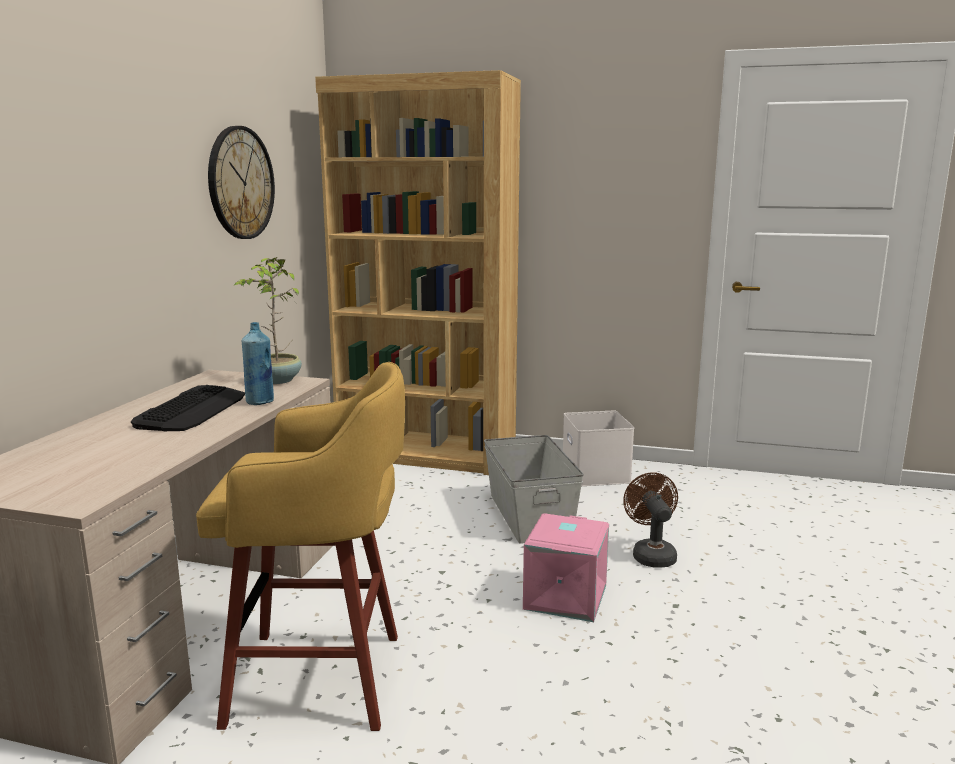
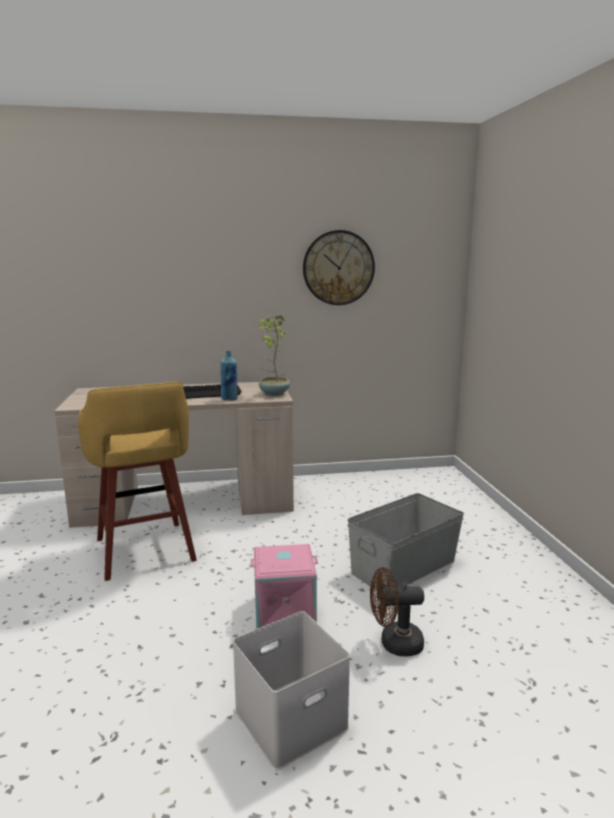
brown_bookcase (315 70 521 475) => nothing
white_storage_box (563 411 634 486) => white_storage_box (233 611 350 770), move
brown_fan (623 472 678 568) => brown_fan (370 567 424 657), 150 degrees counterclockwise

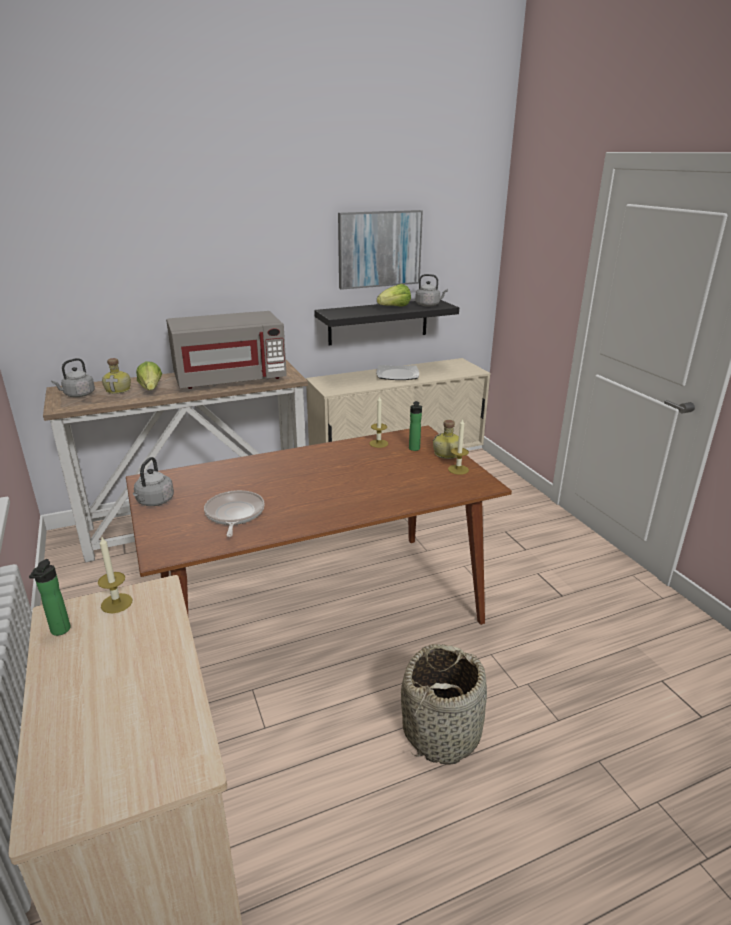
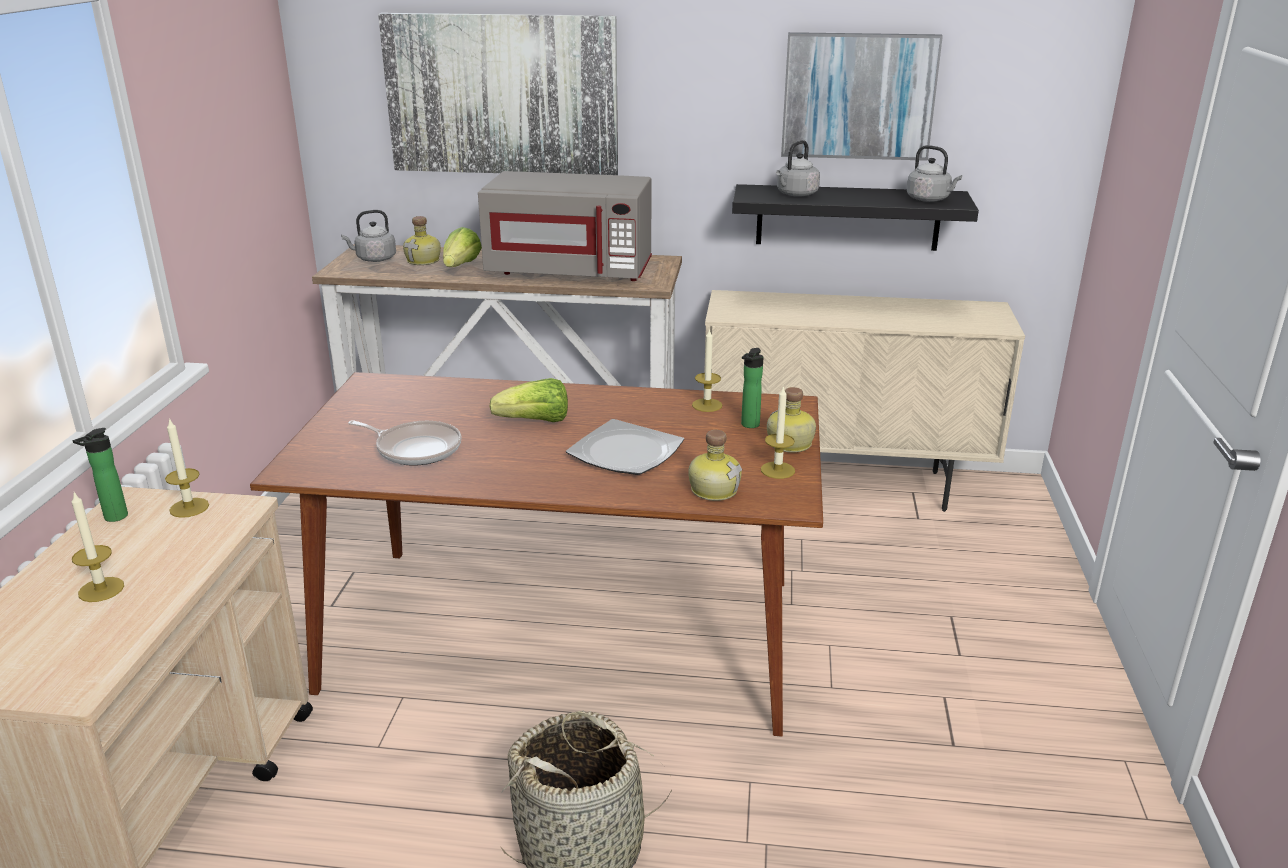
grey_kettle (133 457 174 506) => grey_kettle (776 140 820 197), move
frying_pan (204 490 265 537) => frying_pan (348 420 462 466), 90 degrees clockwise
plate (376 365 419 380) => plate (566 419 684 475), move
lettuce (377 284 411 306) => lettuce (489 378 568 422), move
nothing => candle (72 492 124 602)
nothing => picture (378 13 618 175)
nothing => bottle (688 430 742 501)

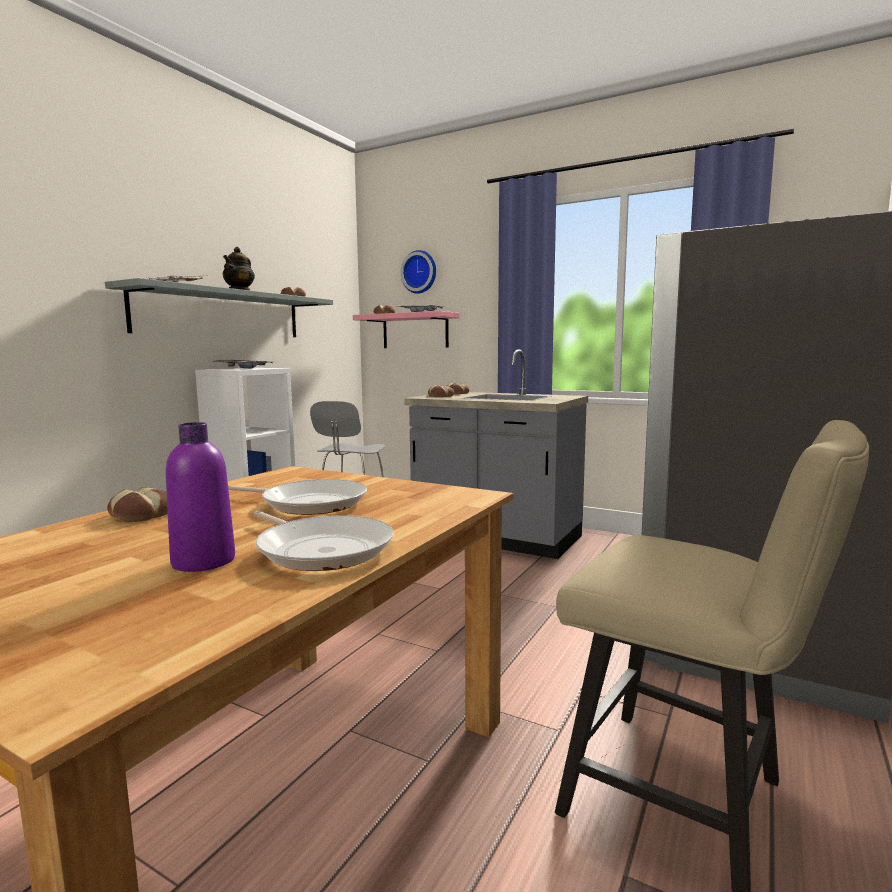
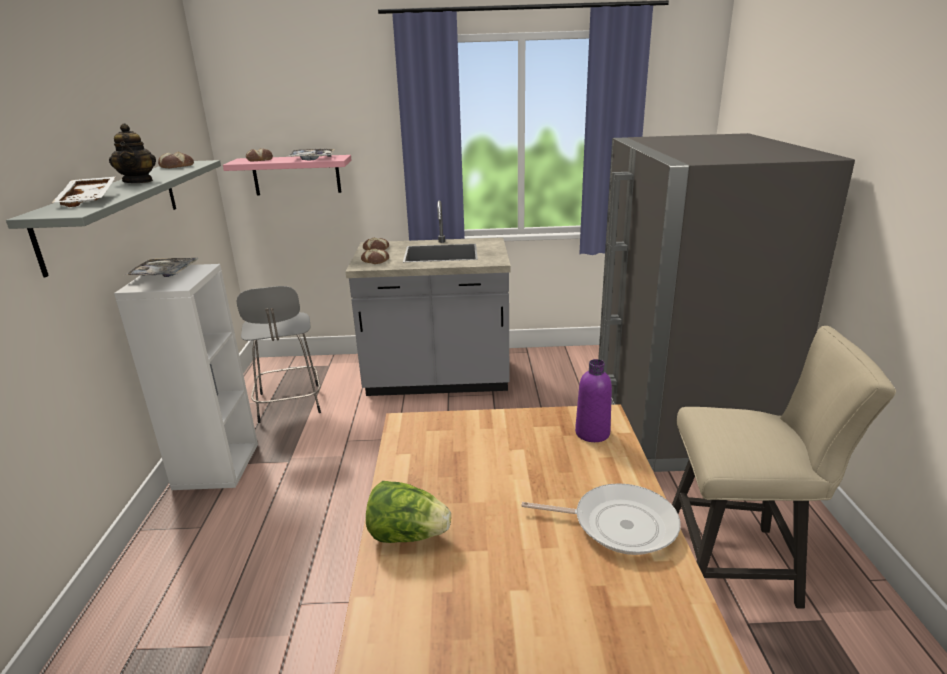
bread (107 487 168 522) => lettuce (366 481 451 543)
purple_bottle (166 422 235 572) => purple_bottle (575 359 612 442), move
frying_pan (228 479 367 515) => nothing
wall_clock (400 250 436 294) => nothing

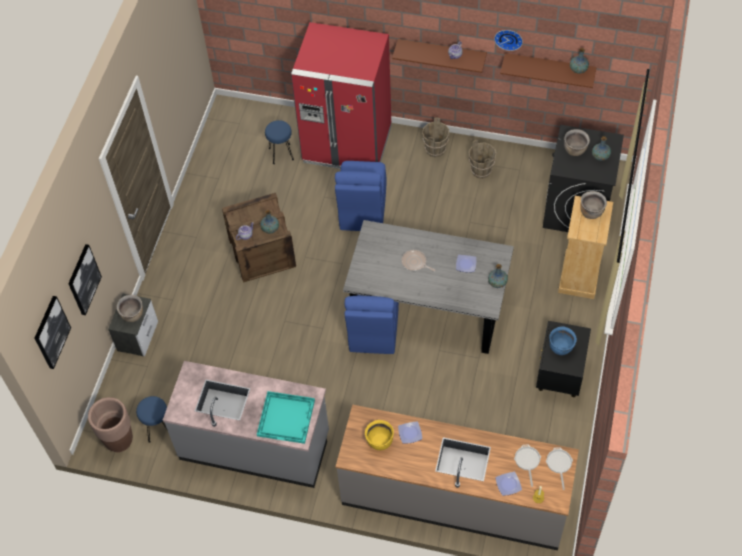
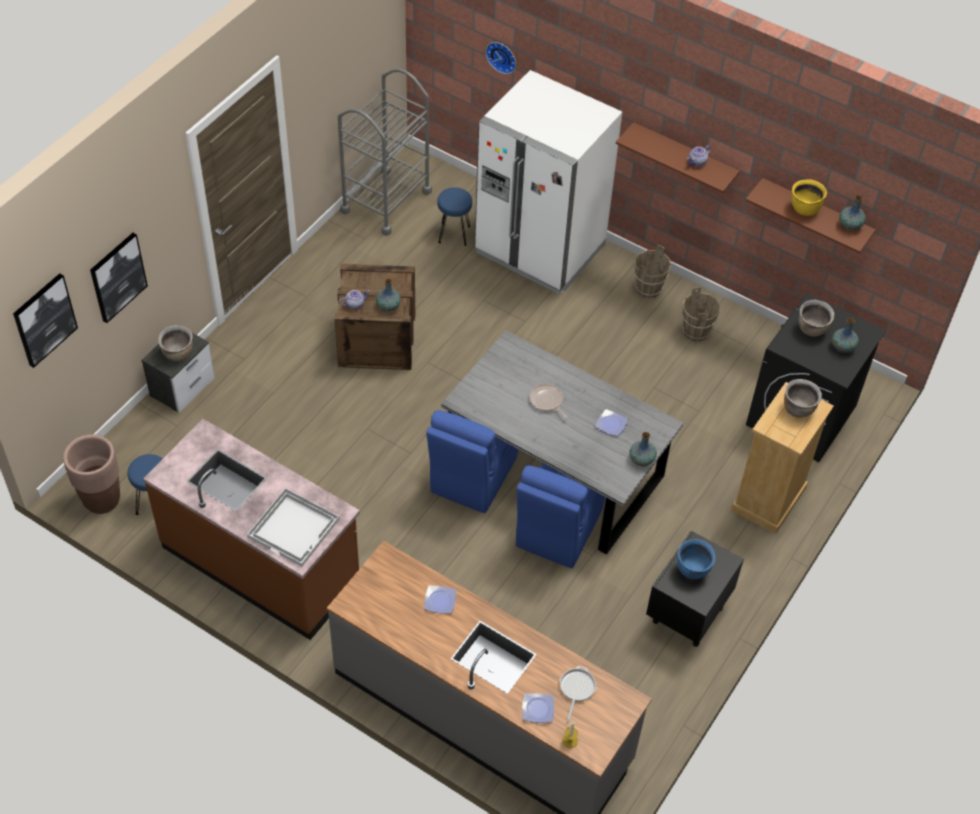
grey_counter (163 361 329 488) => brown_counter (143 419 360 640)
turquoise_tray (257 391 315 444) => white_tray (247 488 339 567)
red_fridge (291 22 392 169) => white_fridge (475 70 622 294)
blue_chair (335 161 386 231) => blue_chair (516 463 605 568), move
yellow_cooking_pot (365 420 394 450) => yellow_cooking_pot (791 179 827 216), move
wall_clock (494 30 523 51) => wall_clock (486 42 516 74), move
frying_pan (546 447 573 490) => nothing
nothing => grey_cart (338 69 432 236)

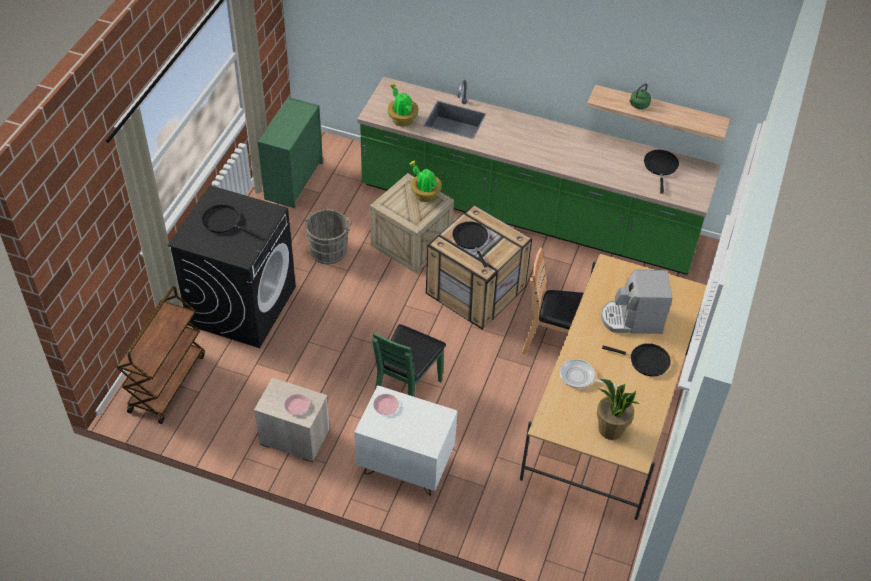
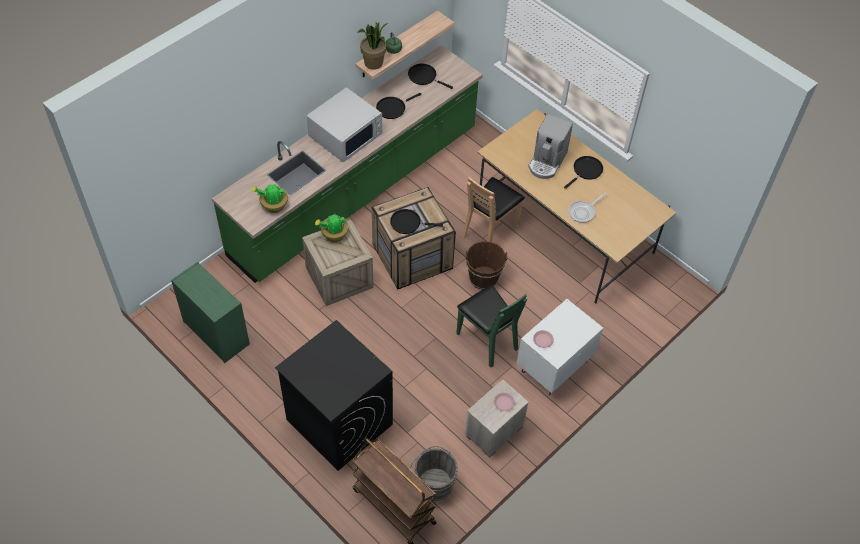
black_frying_pan (202 204 260 238) => black_frying_pan (376 93 421 119), move
grey_bucket (305 209 352 264) => grey_bucket (409 446 458 501), move
potted_plant (597 379 639 440) => potted_plant (357 22 388 70), move
nothing => white_microwave (307 87 382 163)
nothing => brown_bucket (466 241 507 290)

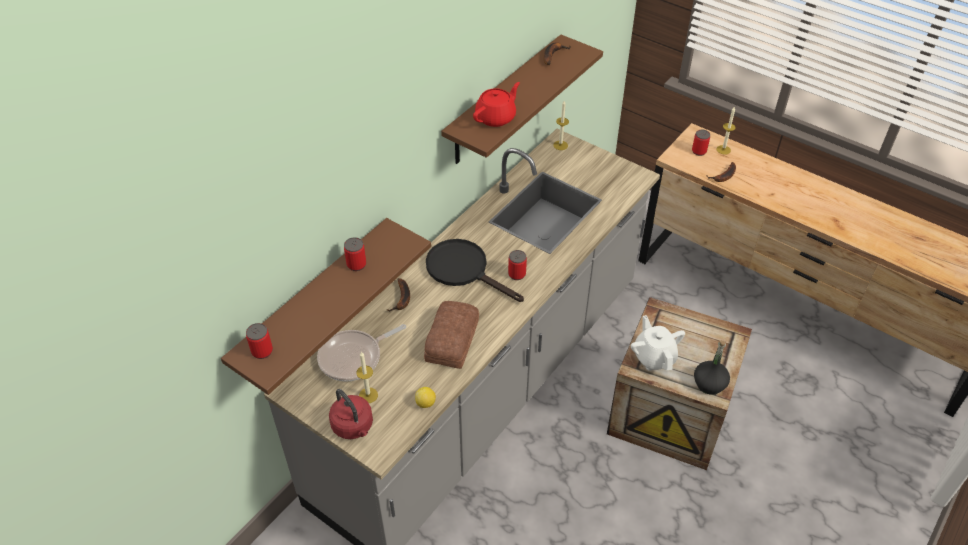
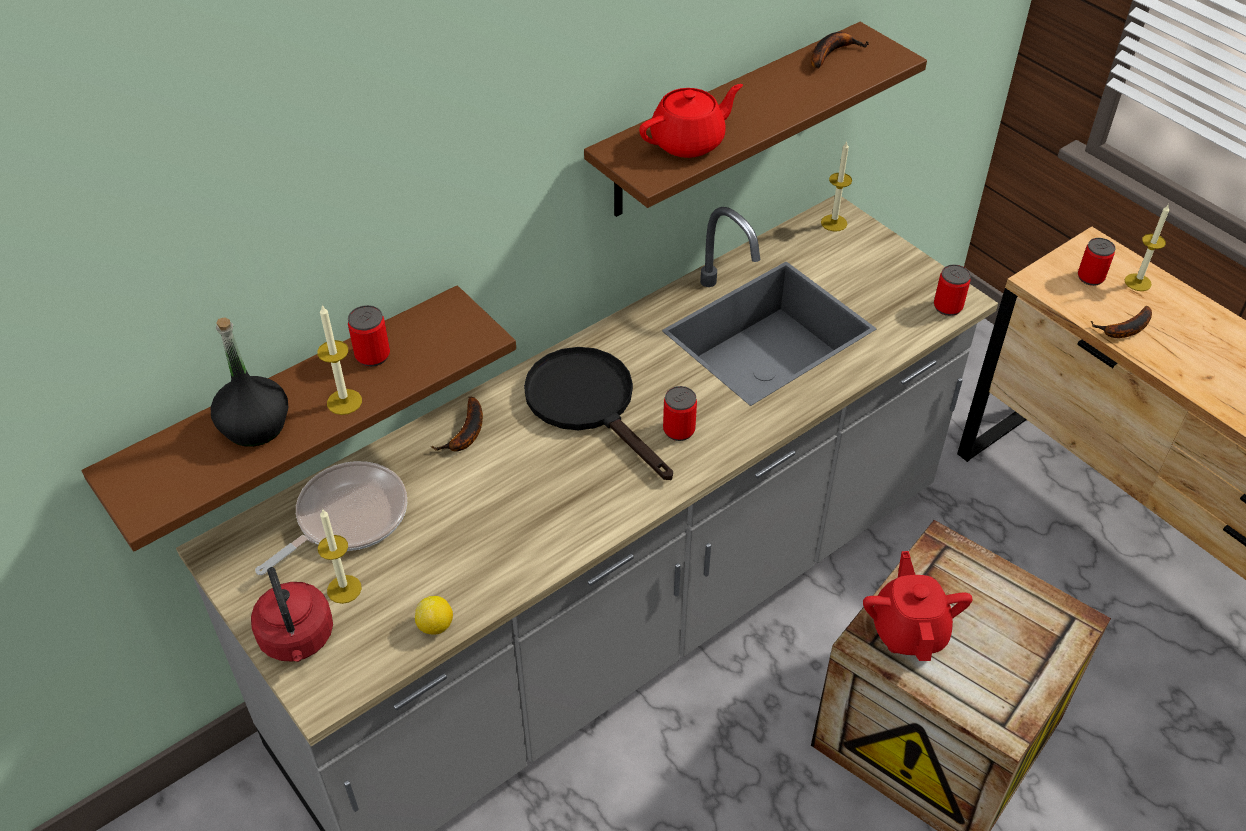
can (246 323 273 359) => can (934 265 971 316), move
frying_pan (317 324 406 382) => frying_pan (255 461 407 575), 150 degrees clockwise
bread (424 301 479 369) => nothing
white_teapot (631 315 685 371) => red_teapot (863 551 972 661)
black_bottle (694 340 730 395) => black_bottle (211 317 288 447), move
nothing => candle (317 305 362 415)

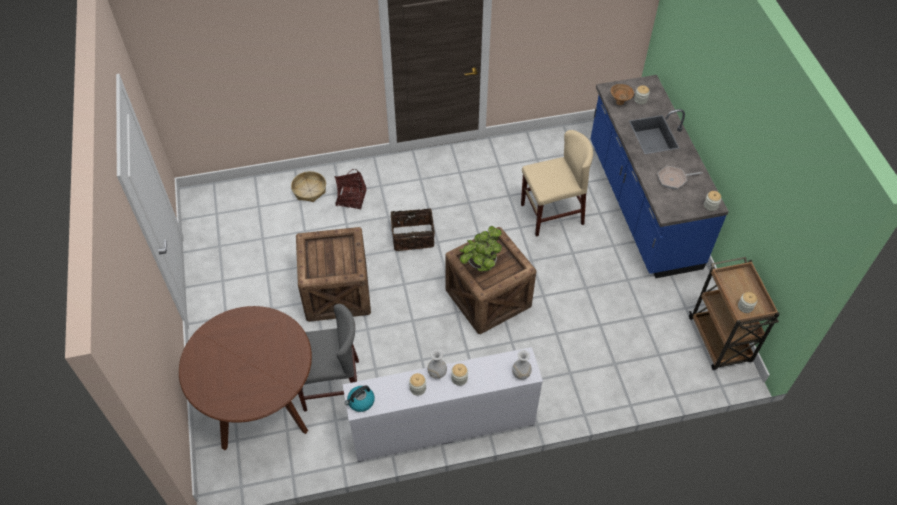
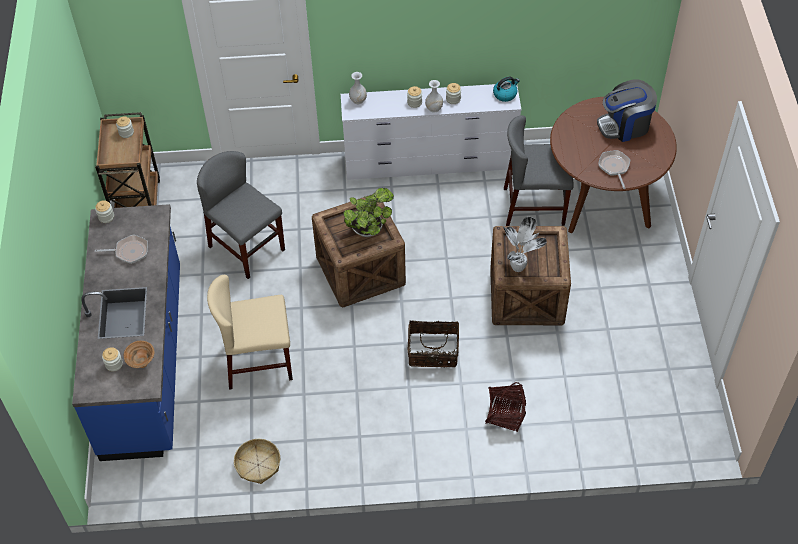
basket (291 171 326 202) => basket (234 439 280 484), move
nothing => grey_chair (197 151 285 279)
nothing => potted_plant (502 217 547 272)
nothing => coffee_machine (597 79 657 142)
nothing => frying_pan (598 150 630 189)

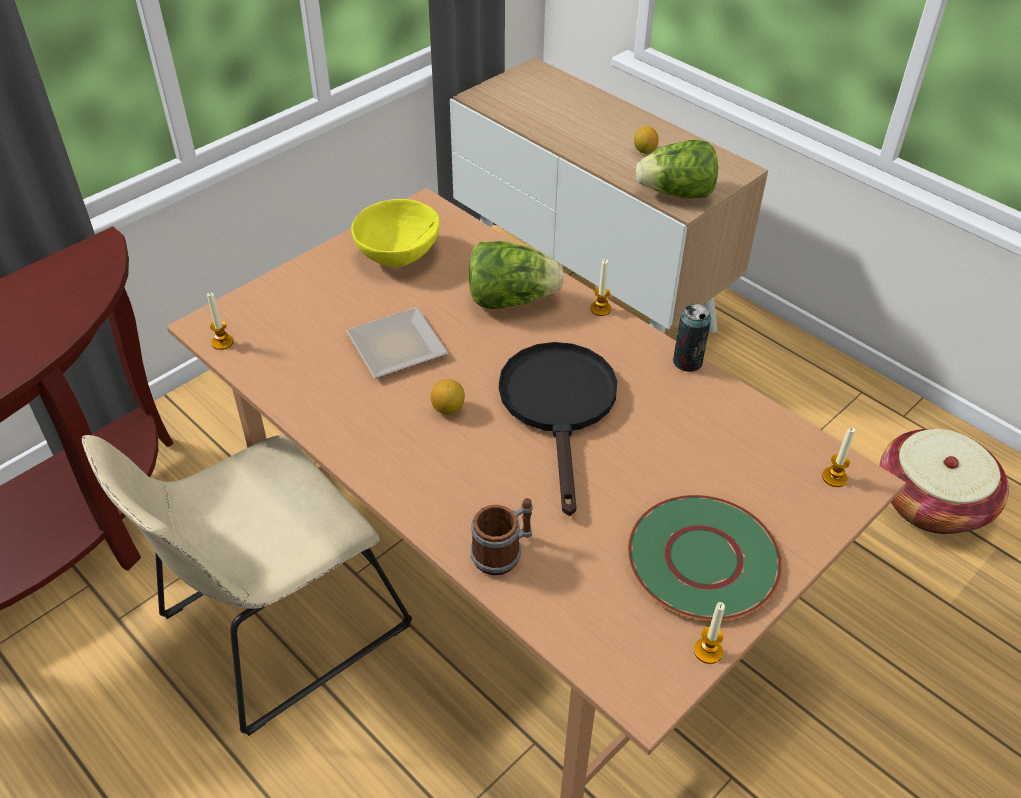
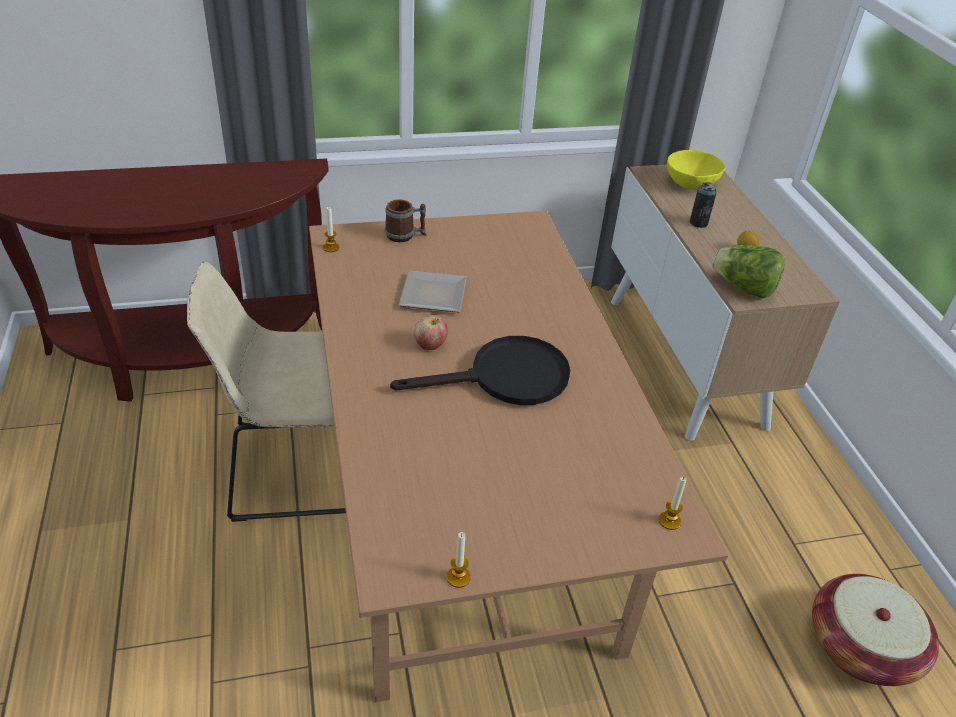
yellow_bowl (351 199 440 267) => yellow_bowl (667 150 726 189), move
lemon (431 379 465 415) => apple (414 315 448 350)
lettuce (468 241 564 309) => nothing
mug (470 498 533 575) => mug (385 199 426 242), move
black_frying_pan (499 342 617 516) => black_frying_pan (390 336 570 405), 45 degrees clockwise
candle (590 259 611 316) => nothing
green_plate (628 495 782 621) => nothing
can (673 303 711 372) => can (690 183 717 228), move

